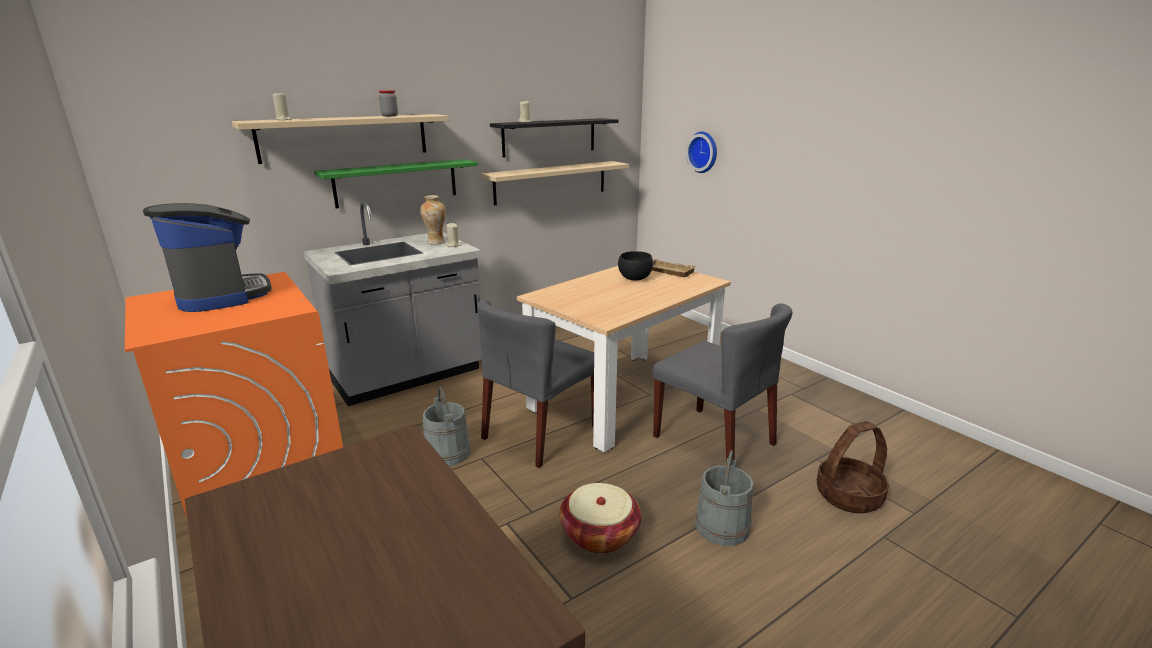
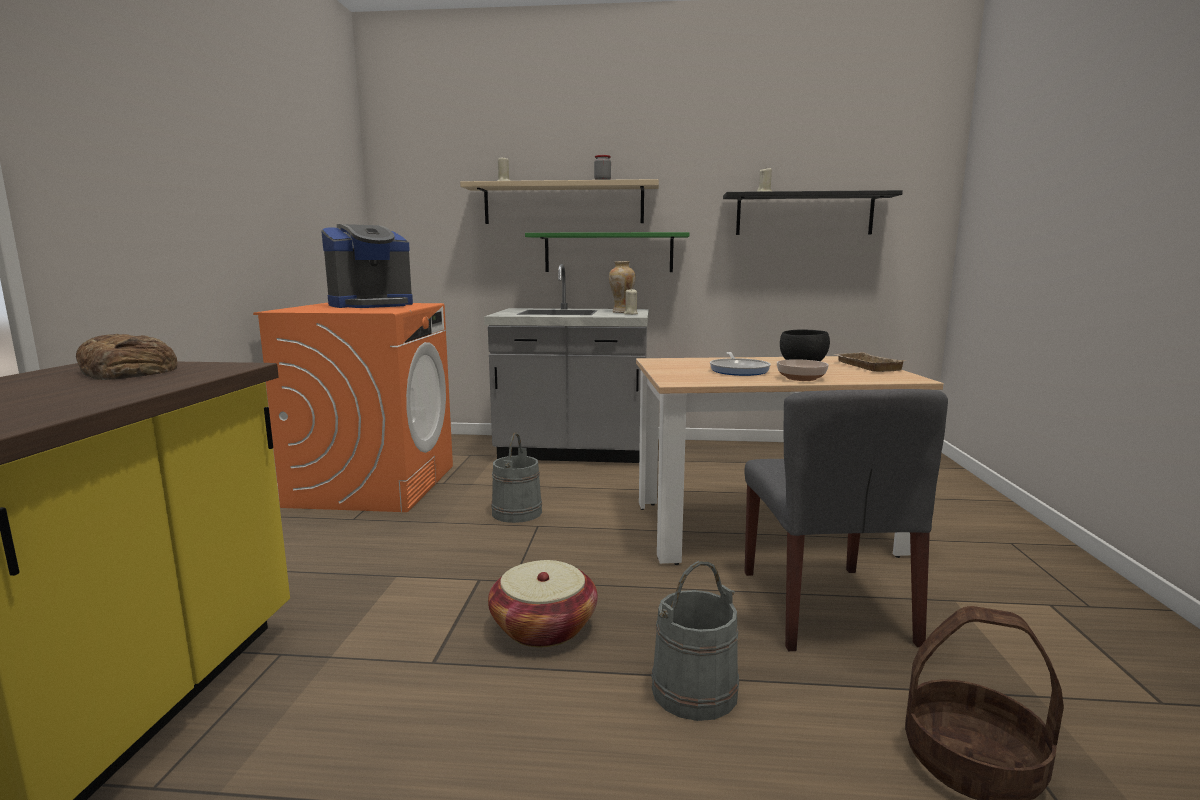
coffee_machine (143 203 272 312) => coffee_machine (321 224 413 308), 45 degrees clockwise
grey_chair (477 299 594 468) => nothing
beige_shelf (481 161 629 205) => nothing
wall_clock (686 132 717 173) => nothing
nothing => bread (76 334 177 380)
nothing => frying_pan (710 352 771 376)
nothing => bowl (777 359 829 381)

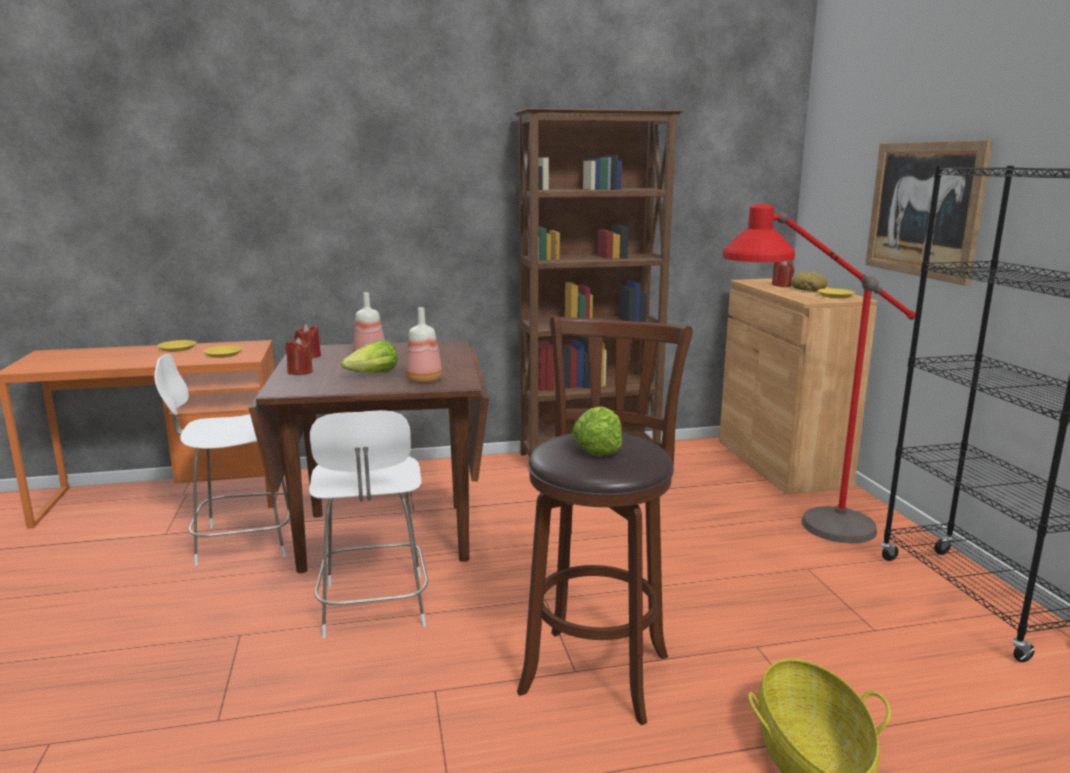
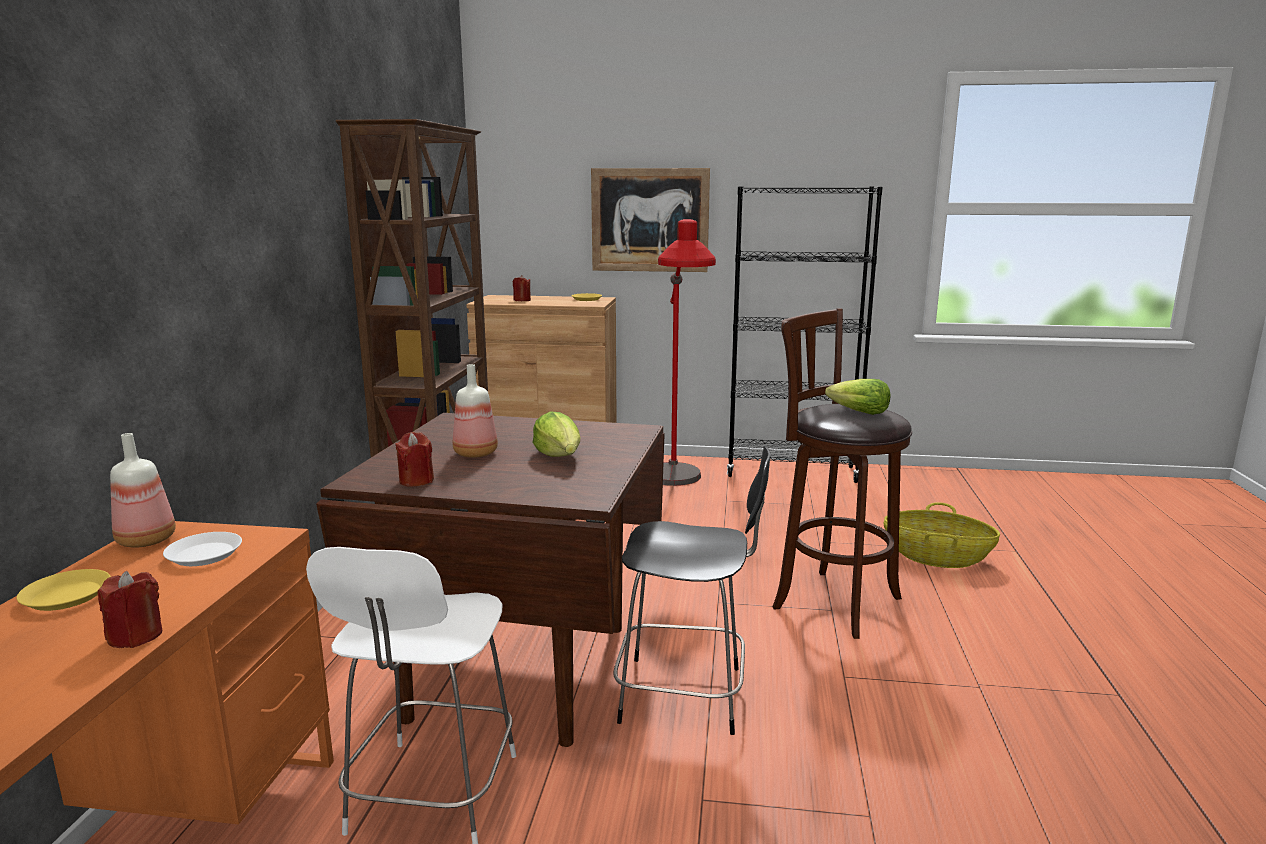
yellow_plate (203 345 243 358) => white_plate (163 532 242 566)
red_candle (286 337 313 375) => red_candle (98 571 162 648), move
white_chair (309 410 428 638) => black_chair (613 446 771 735)
bottle (406 307 442 384) => bottle (110 433 176 548), move
bread (792 271 827 291) => nothing

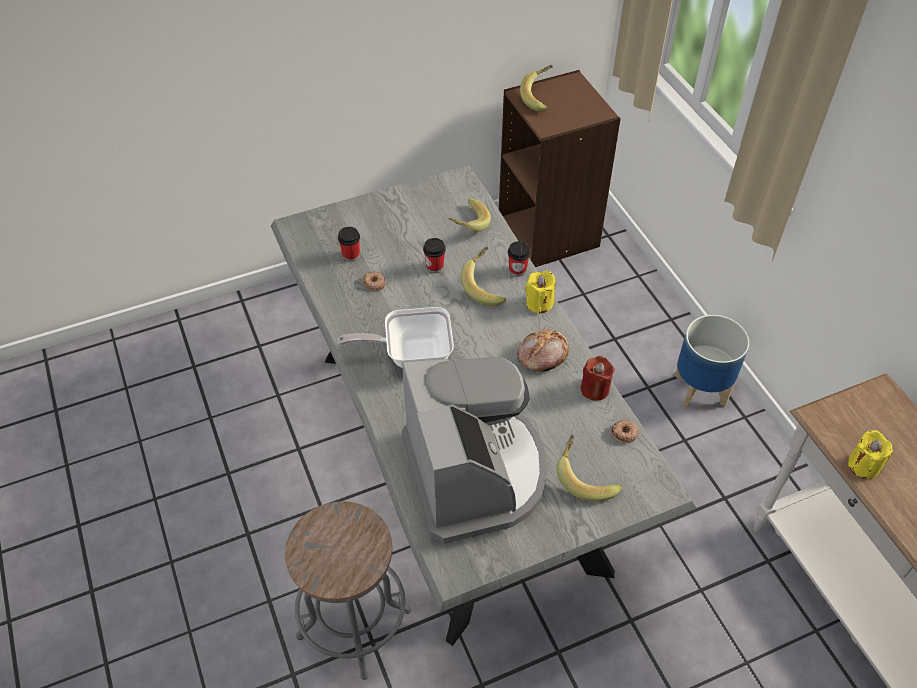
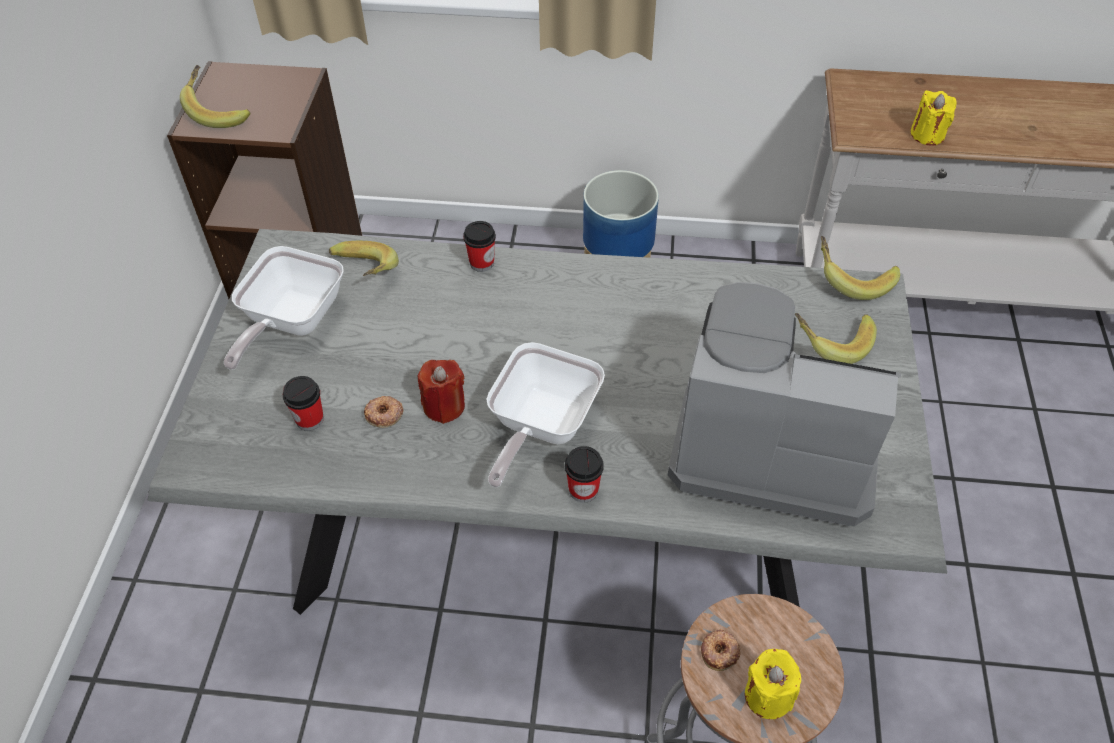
cup (423 238 446 273) => cup (565 446 604 503), move
banana (461 246 506 306) => banana (821 236 900 300), move
bread (517 329 569 372) => nothing
yellow_candle (525 271 556 314) => yellow_candle (745 649 801 719), move
red_candle (581 356 615 401) => red_candle (417 360 465 424), move
donut (611 420 639 443) => donut (701 629 741 671), move
nothing => frying_pan (224 246 344 370)

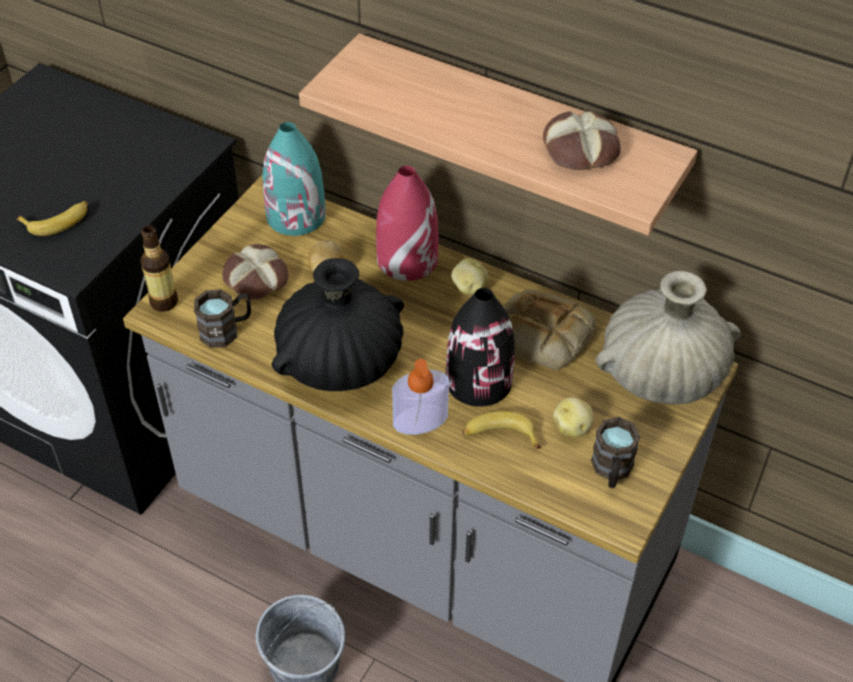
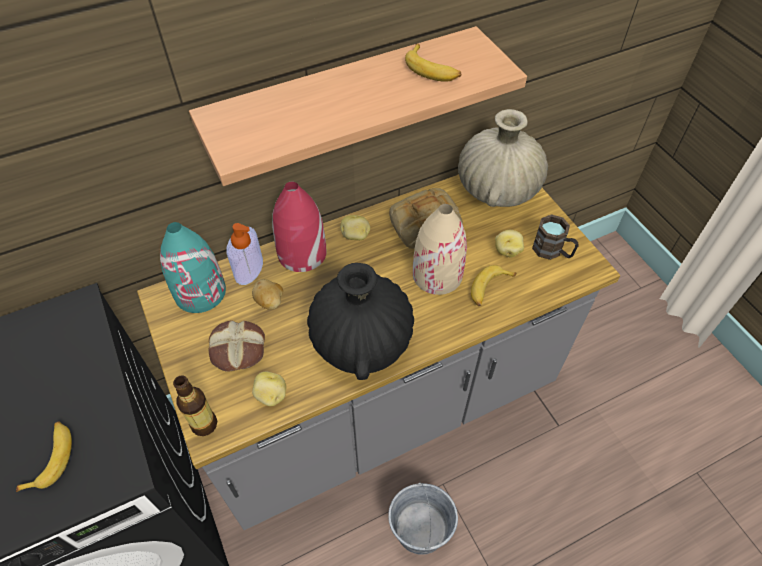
brown_mug (194 289 251 348) => potato (252 371 286 406)
soap_dispenser (392 359 449 435) => soap_dispenser (226 223 263 285), move
black_vase (446 288 515 407) => beige_vase (413 204 467 295)
bread (543 111 621 170) => banana (405 44 461 82)

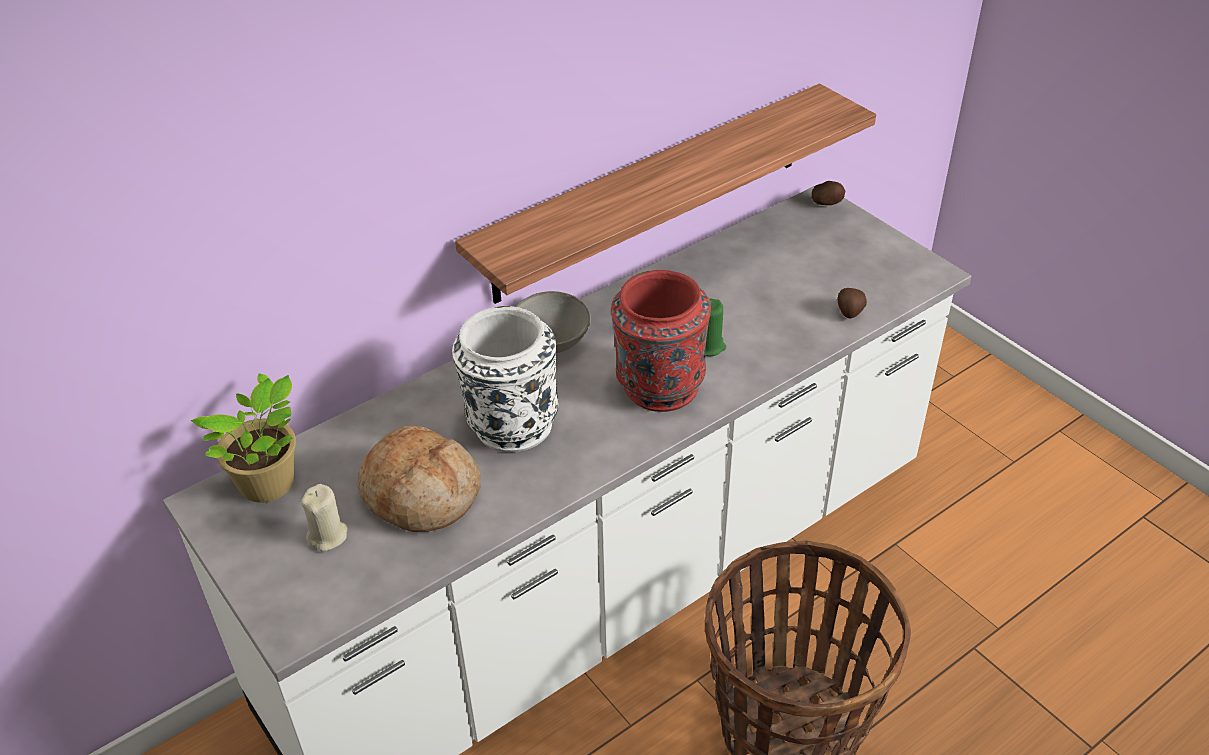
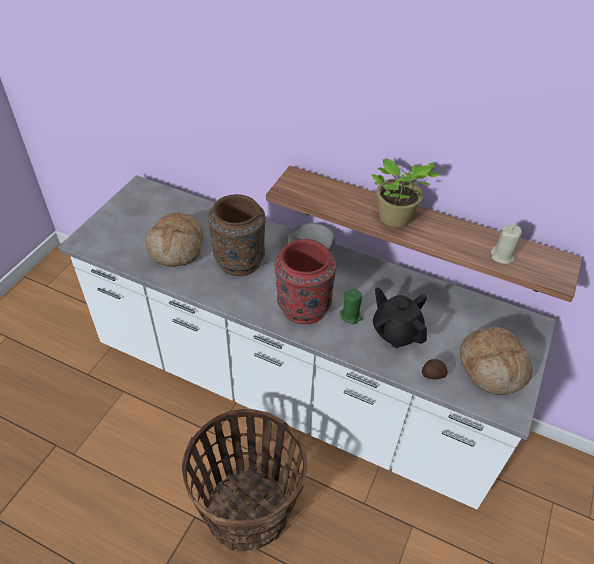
potted_plant (190 373 296 503) => potted_plant (372 158 440 228), move
beige_candle (301 484 348 552) => beige_candle (491 225 522 264), move
white_vase (452 306 559 452) => brown_vase (208 194 265 276)
potato (812 181 845 205) => nothing
nothing => black_teapot (373 287 427 348)
nothing => bread (460 327 533 395)

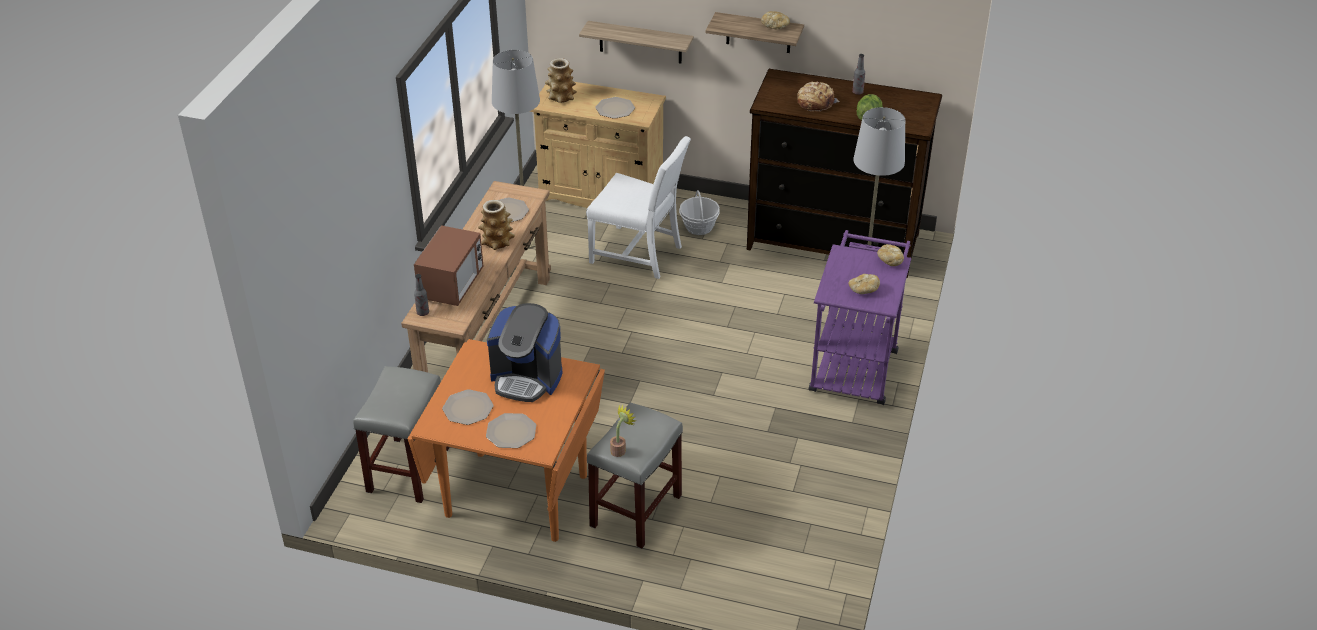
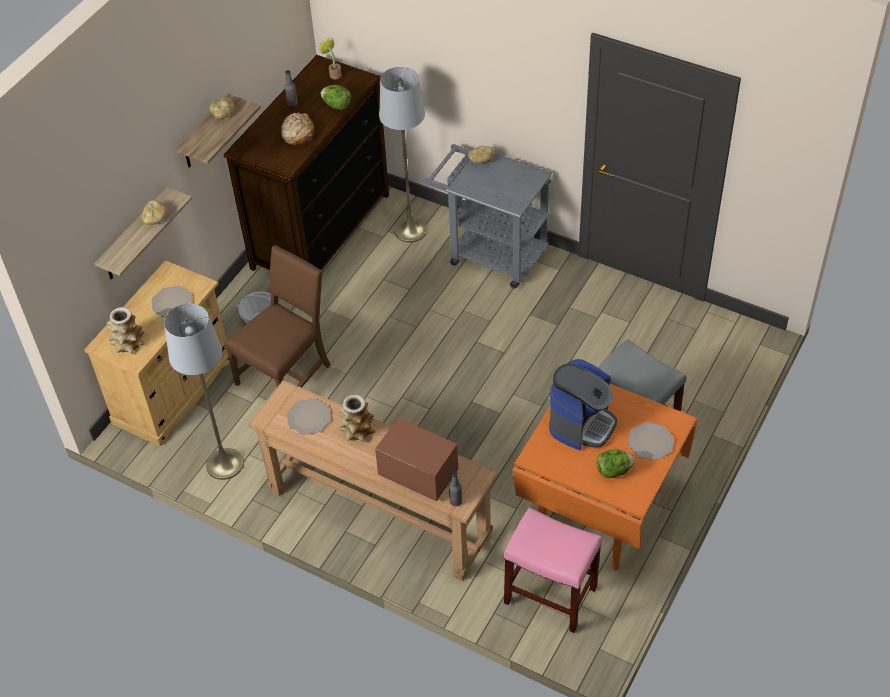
grey_stool (353 366 450 503) => pink_stool (504 508 602 633)
plate (442 389 494 425) => lettuce (597 449 635 478)
white_chair (586 136 691 279) => brown_chair (224 245 330 388)
potted_plant (610 405 635 457) => potted_plant (318 37 342 79), move
purple_cart (809 230 911 405) => grey_cart (424 144 552 288)
bread (848 274 880 294) => bread (142 200 166 225), move

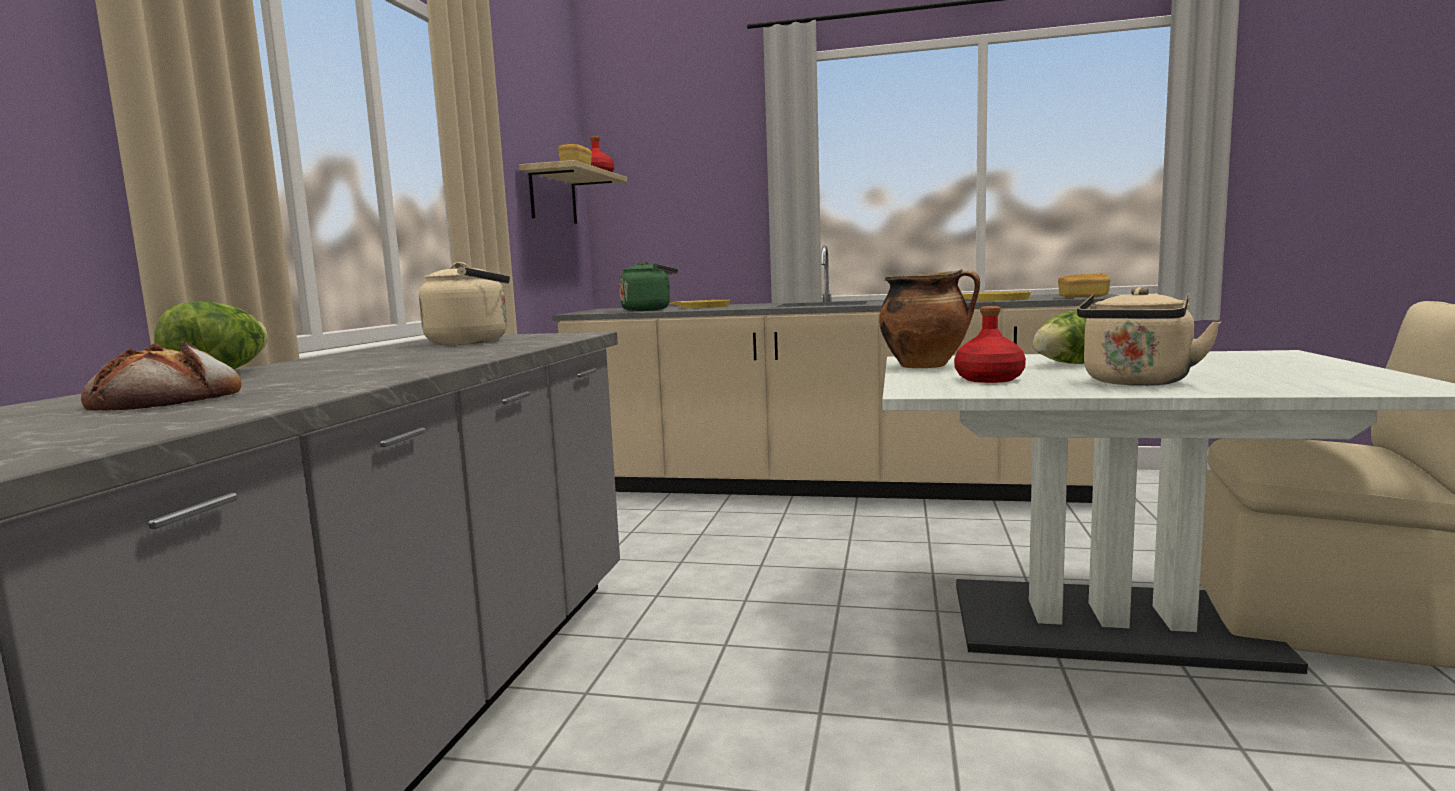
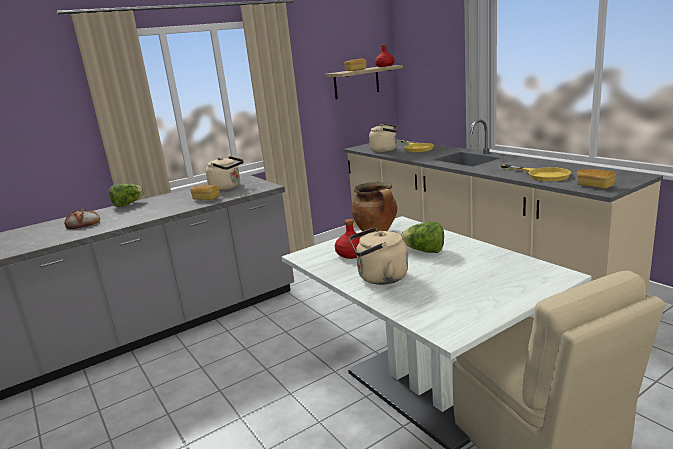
green_kettle (619 261 678 311) => beige_kettle (369 124 398 152)
nothing => bread (191 185 220 200)

